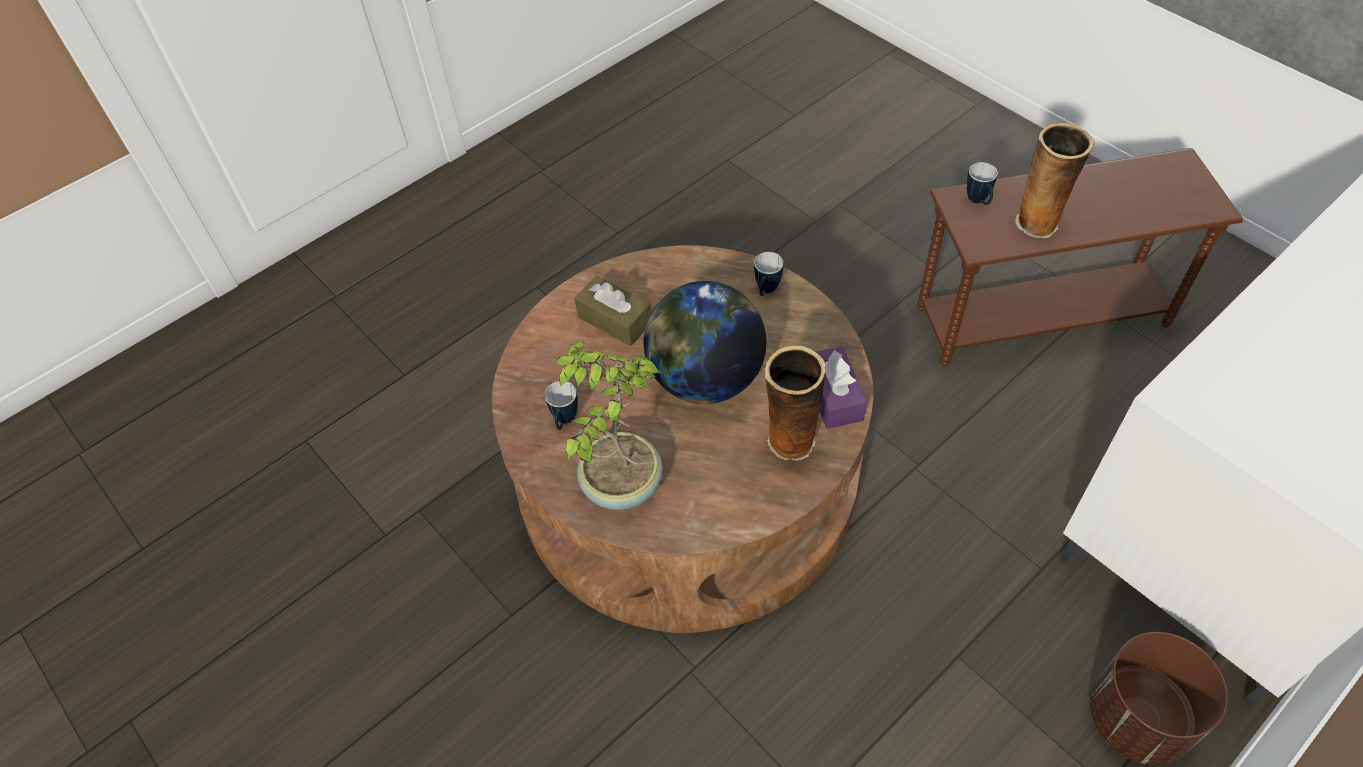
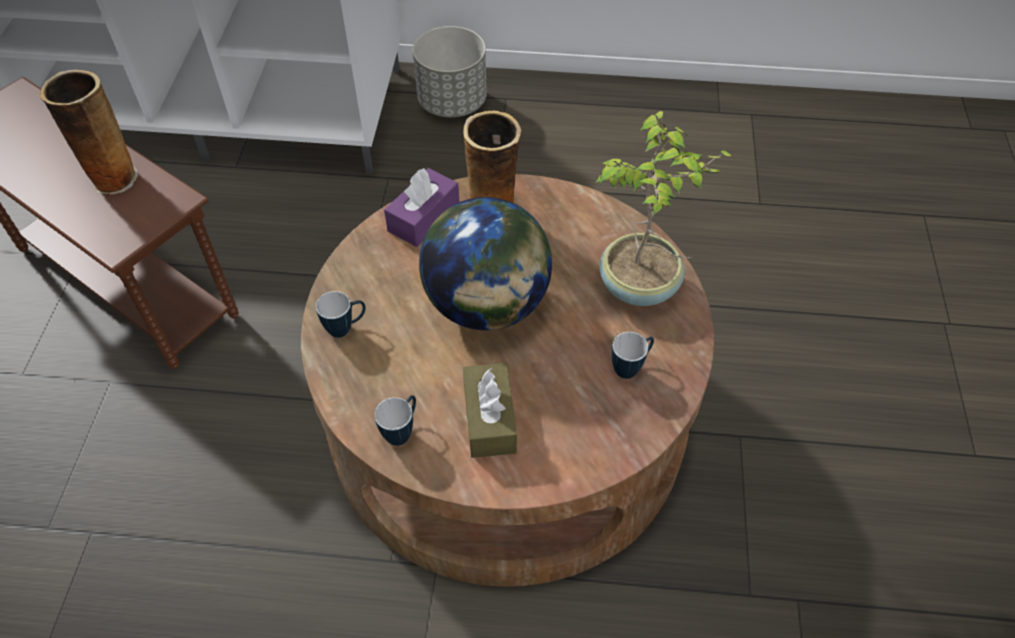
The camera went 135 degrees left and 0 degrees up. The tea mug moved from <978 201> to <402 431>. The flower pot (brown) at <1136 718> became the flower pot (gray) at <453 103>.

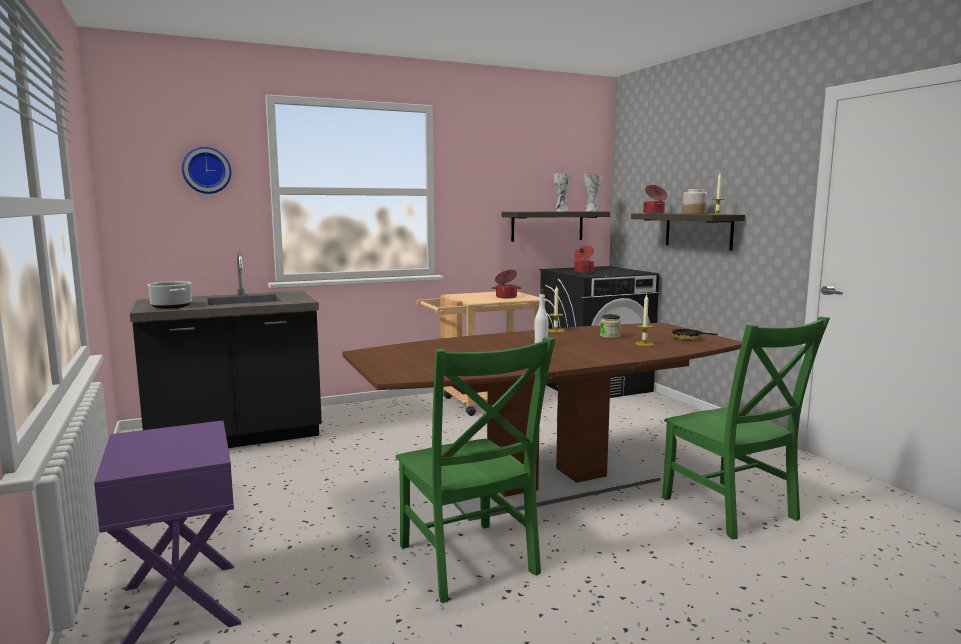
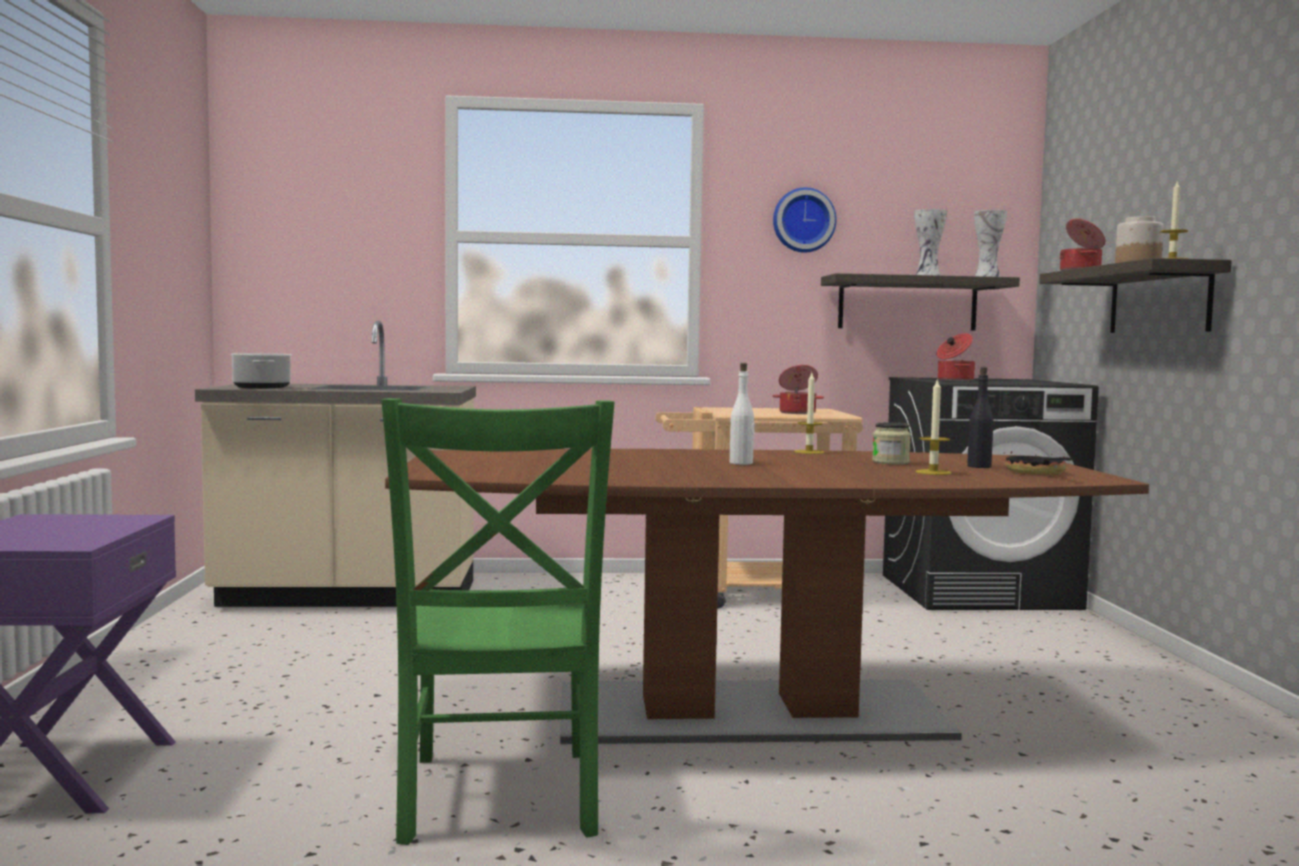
The camera went 20 degrees right and 5 degrees down. The clock on the wall moved from <206 170> to <803 220>. The kitchen counter (black-coloured) at <235 438> became the kitchen counter (sand-coloured) at <348 596>. The plain chair (green) at <732 510> disappeared. The beverage bottle (black-coloured) at <979 466> appeared.

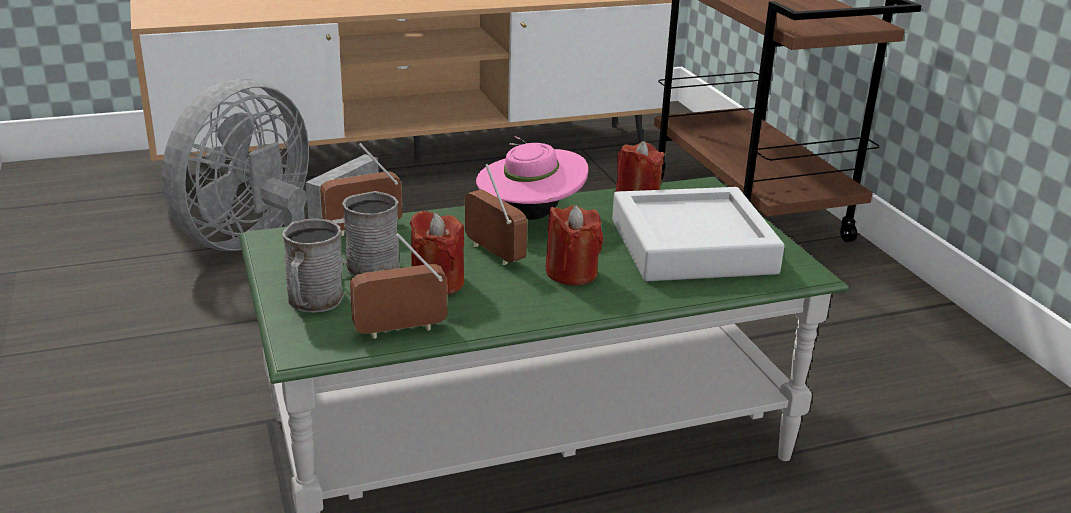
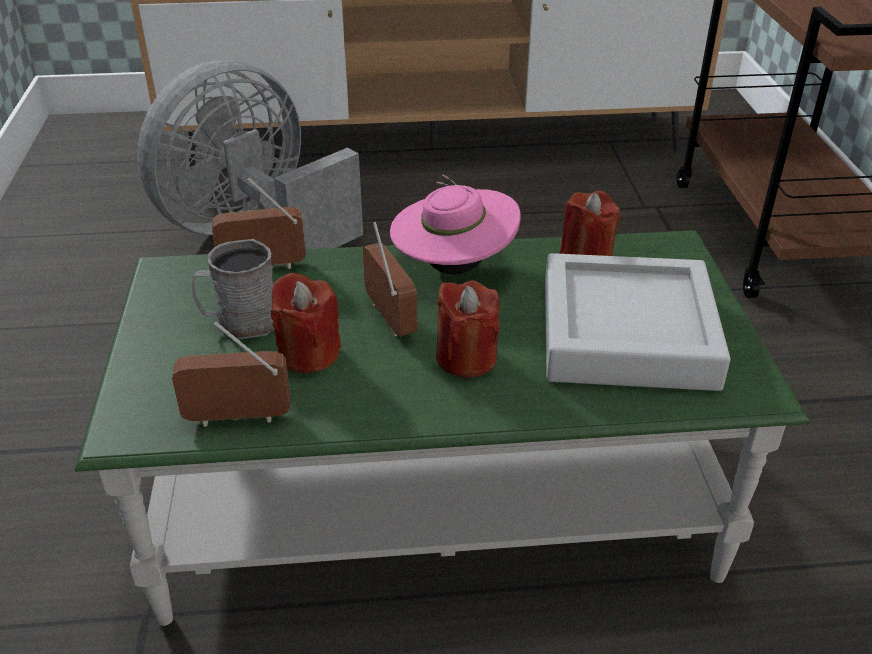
The camera went 15 degrees right and 10 degrees up. The tea mug (gray) at <313 302> disappeared.

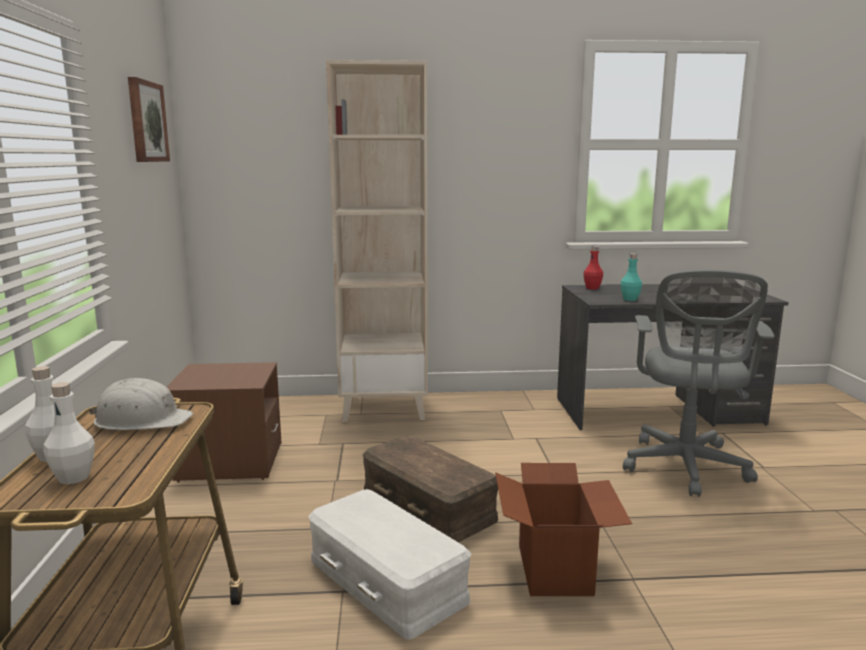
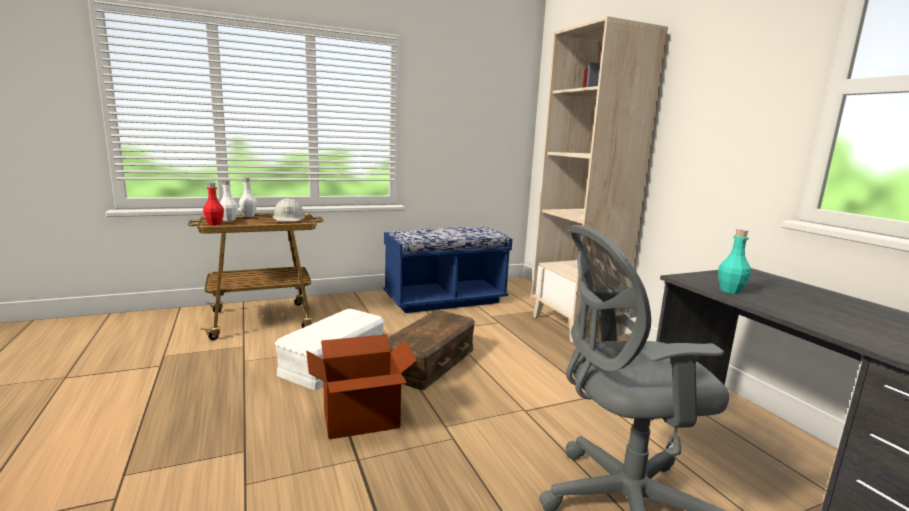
The camera went 70 degrees right and 0 degrees up. The wall picture at <146 122> disappeared. The beverage bottle (reddish) moved from <592 288> to <214 224>. The night table (brown) at <230 462> was replaced by the long seat (blue-coloured) at <445 300>.

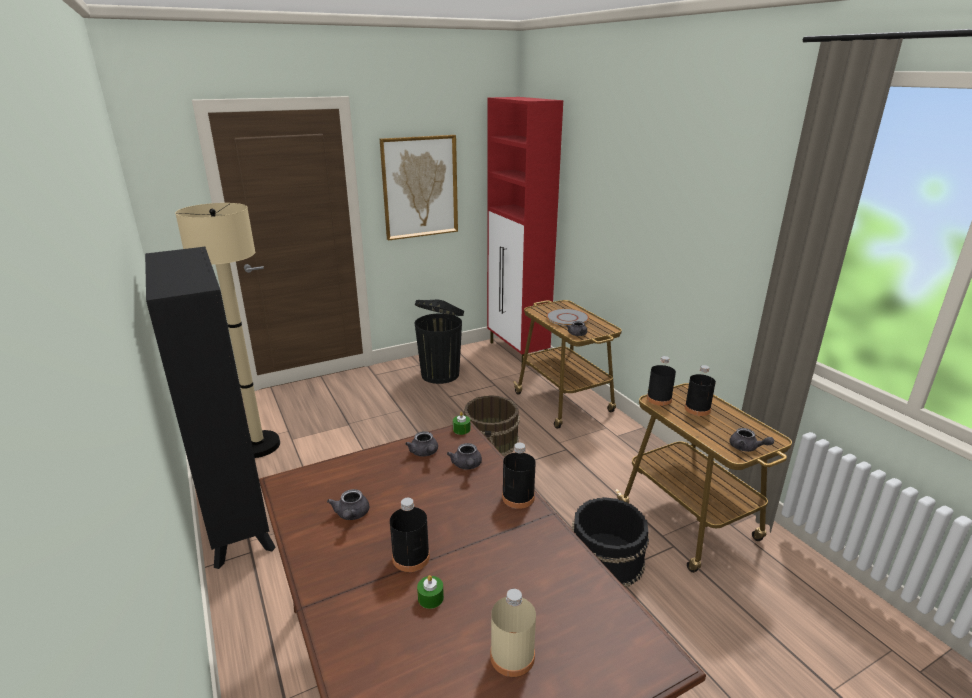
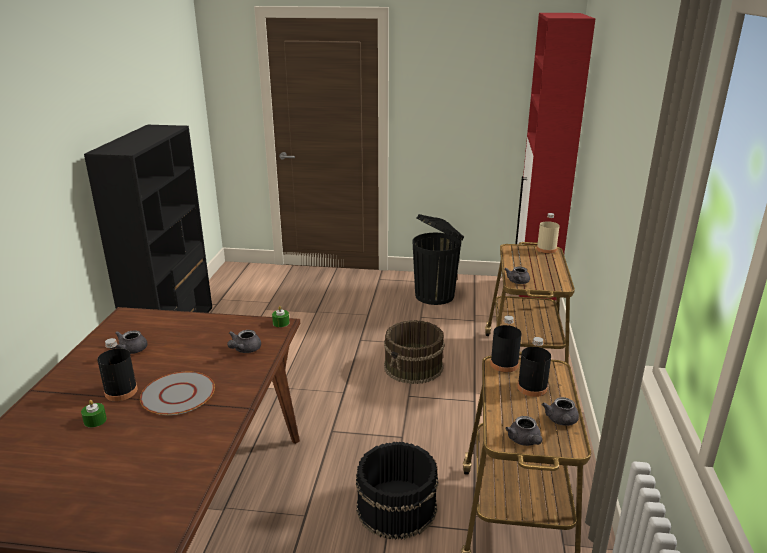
The camera went 35 degrees right and 0 degrees up. The wall picture at <420 187> disappeared. The standing lamp (sand-coloured) at <258 445> disappeared. The plate (gray) moved from <567 318> to <178 395>. The pot for tea (gray) moved from <425 453> to <561 421>. The beverage bottle (black-coloured) at <518 497> disappeared. The beverage bottle (sand-coloured) moved from <512 656> to <546 249>.

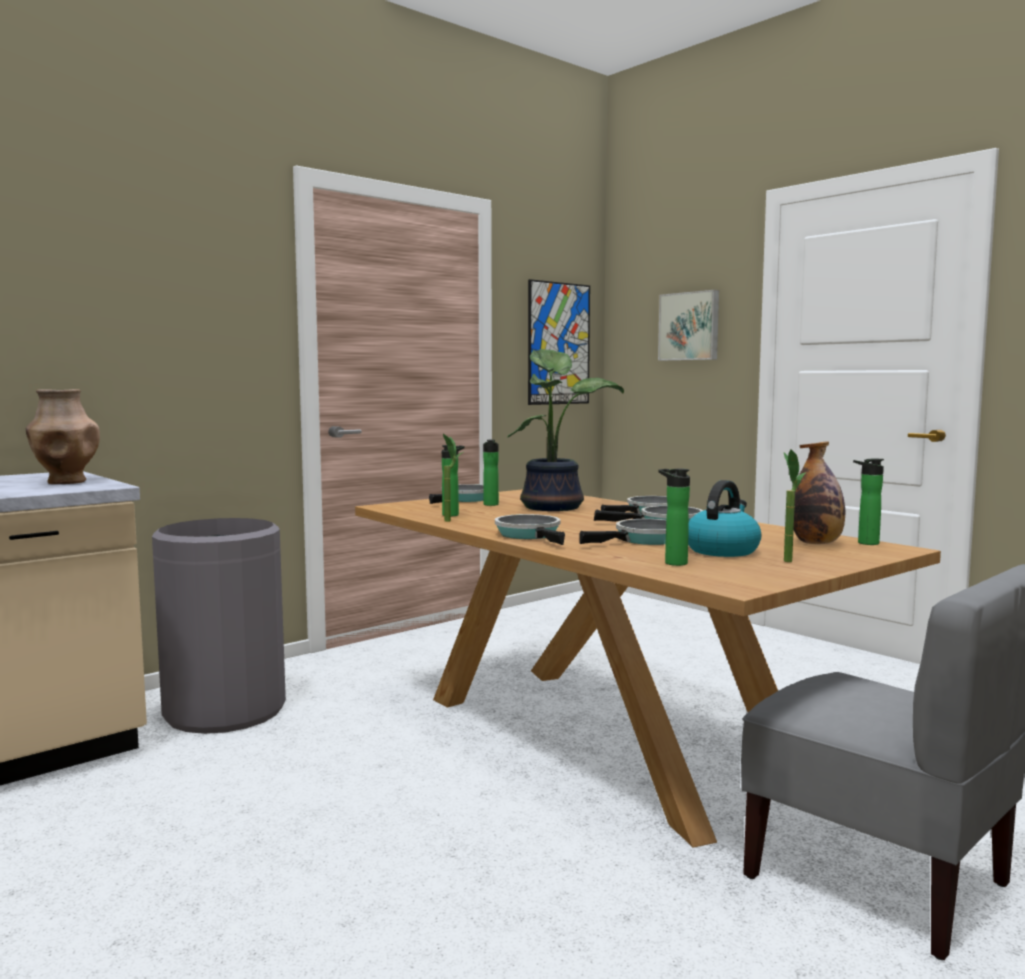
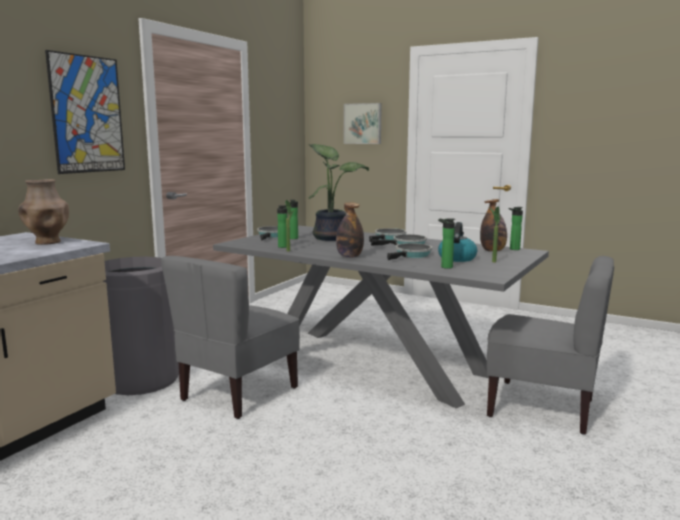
The camera went 20 degrees left and 5 degrees up. The wall picture moved from <559 343> to <87 114>. The kitchen table (brown) at <603 739> became the kitchen table (gray) at <375 364>. The frying pan at <530 535> was replaced by the beverage bottle at <349 256>. The plain chair (gray) at <238 393> appeared.

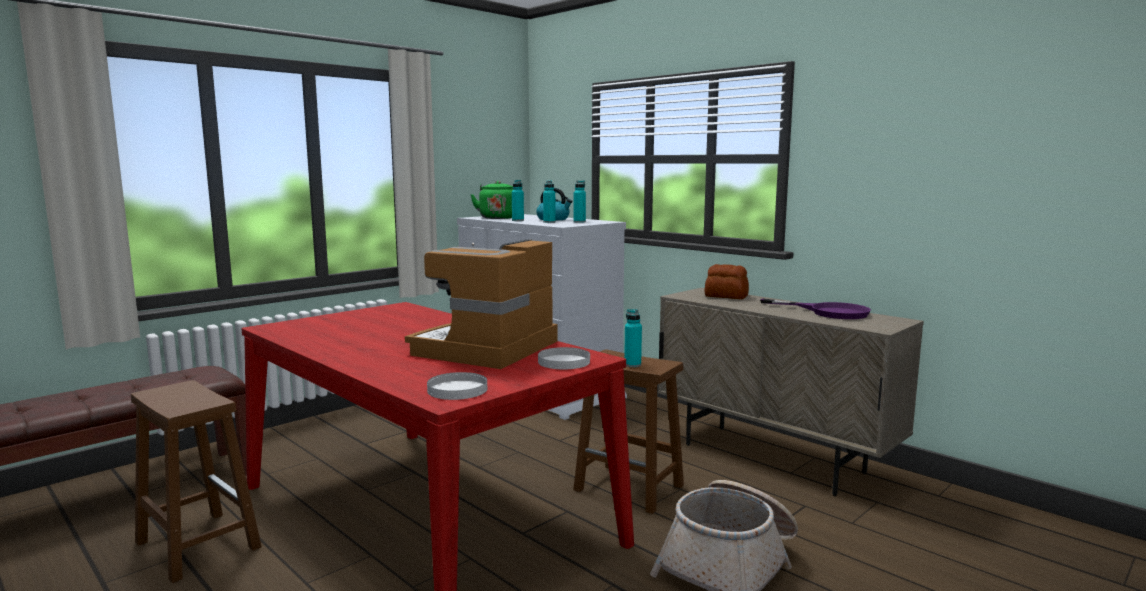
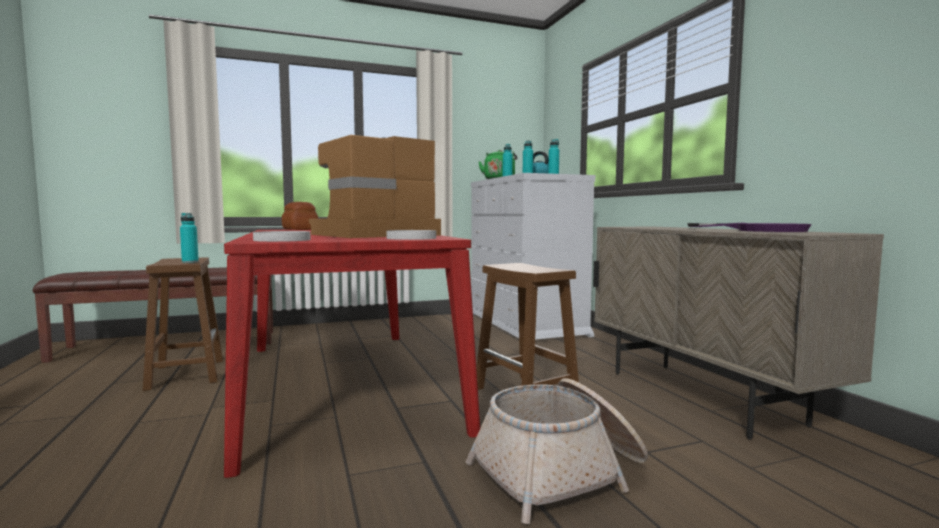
The camera went 25 degrees right and 5 degrees down. The bakery bread moved from <726 296> to <300 229>. The beverage bottle (turquoise) moved from <632 365> to <190 262>.

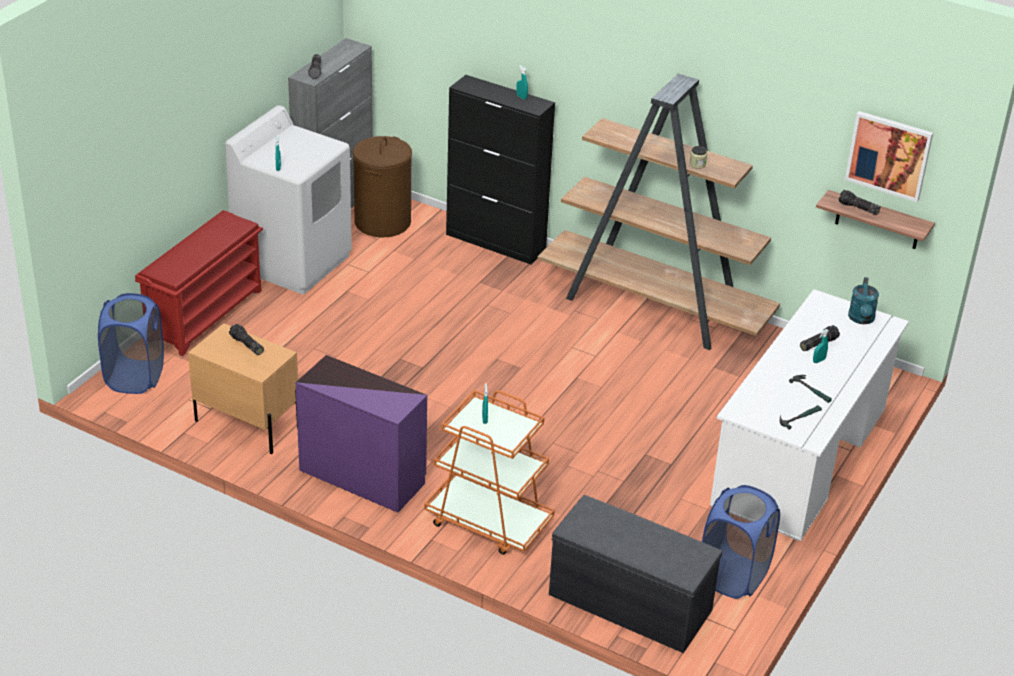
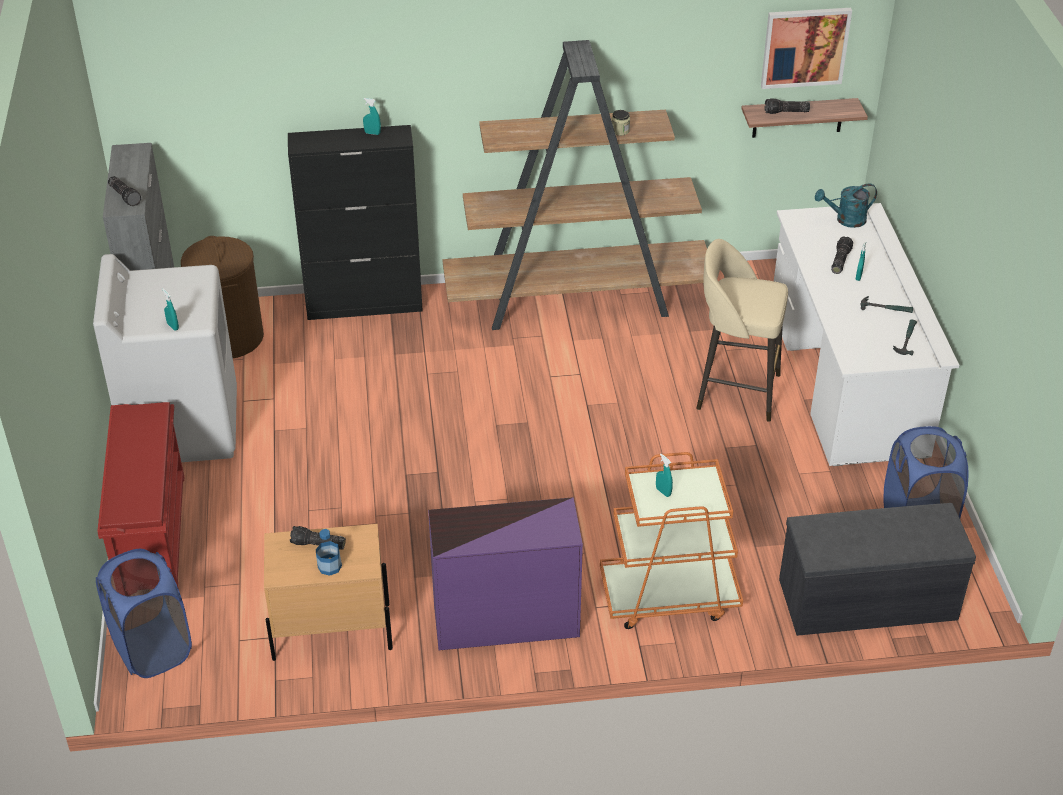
The camera went 35 degrees left and 5 degrees up. The watering can (turquoise) at <861 319> turned 105 degrees clockwise. The stool (sand-coloured) at <735 391> appeared. The beverage bottle at <329 566> appeared.

